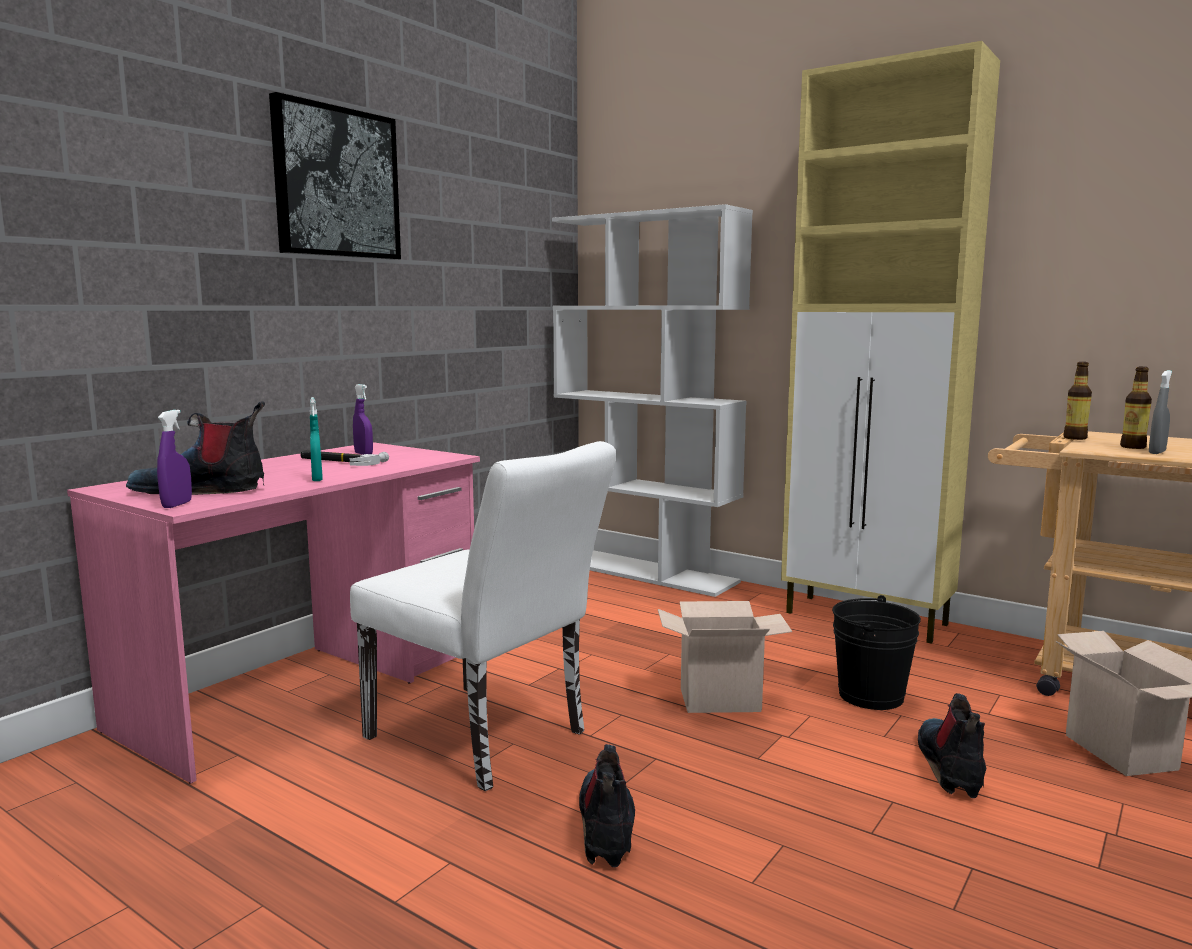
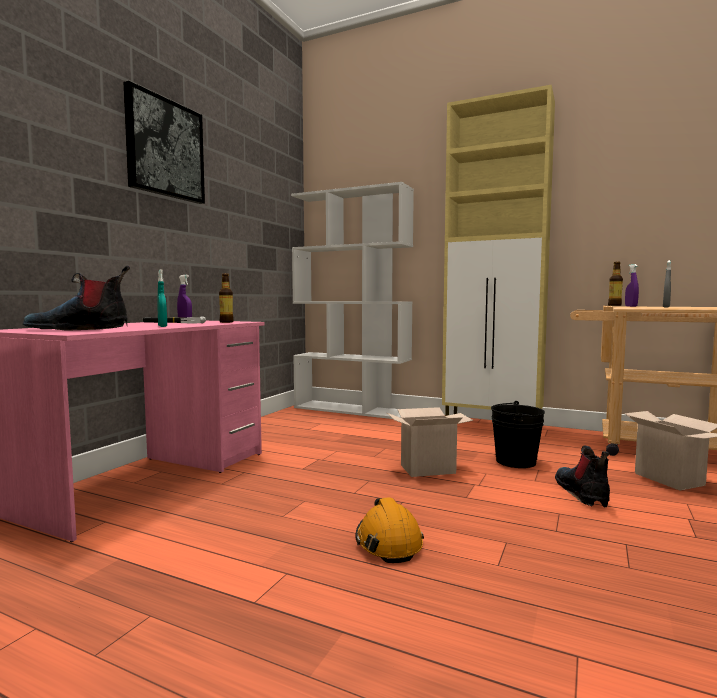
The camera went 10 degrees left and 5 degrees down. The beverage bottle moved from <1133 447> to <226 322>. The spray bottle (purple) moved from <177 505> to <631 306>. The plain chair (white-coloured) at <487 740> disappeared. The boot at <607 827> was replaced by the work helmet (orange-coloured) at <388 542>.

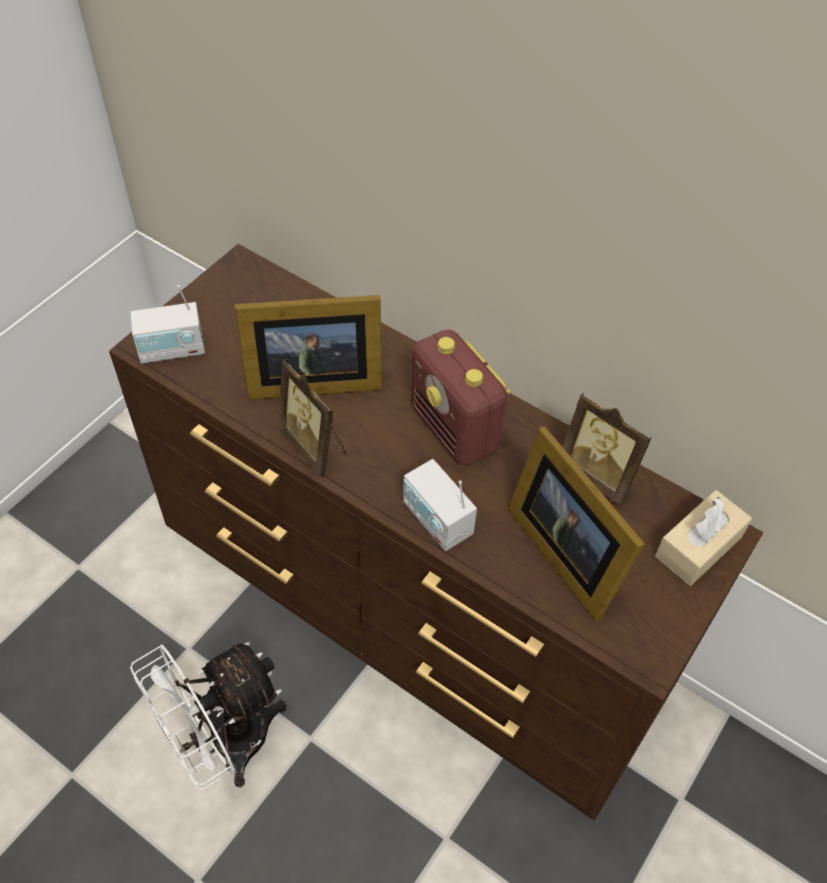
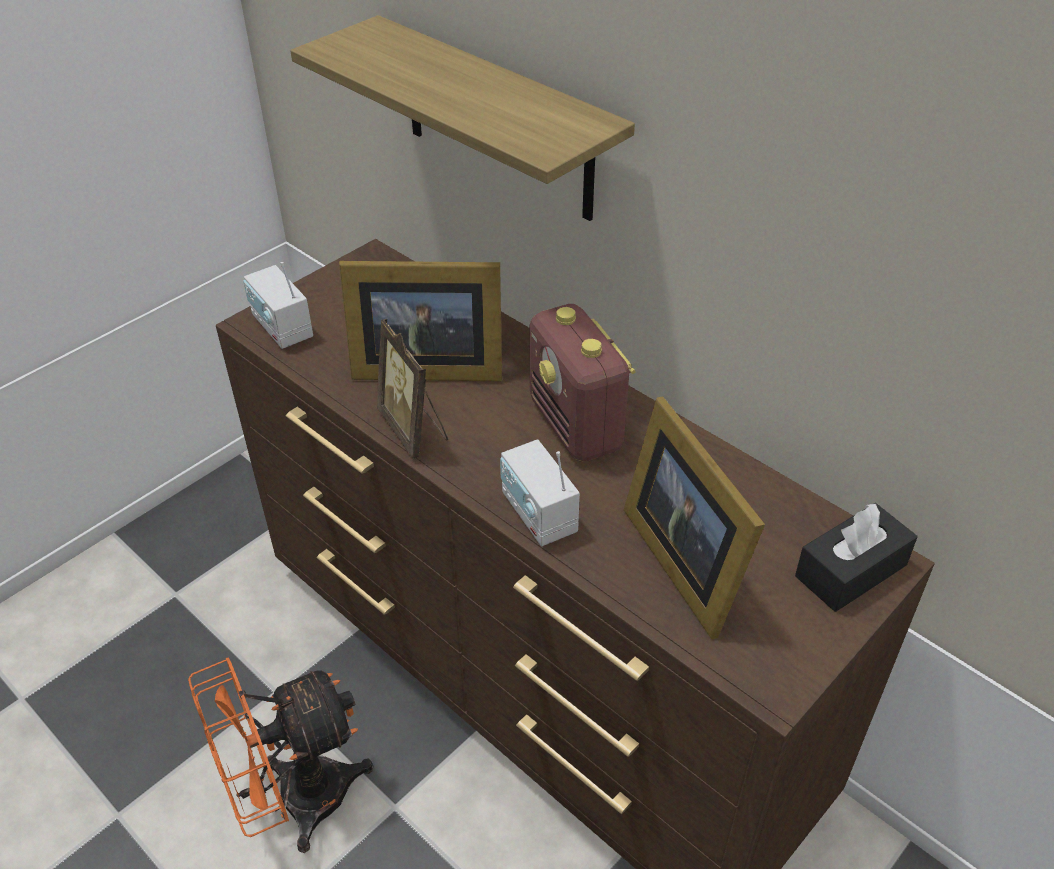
The camera went 10 degrees right and 10 degrees down. The radio set at <172 350> turned 60 degrees clockwise. The standing frame at <598 475> disappeared. The tissue holder (sand-coloured) at <698 546> became the tissue holder (black-coloured) at <851 570>. The cooling fan (white-coloured) at <224 744> became the cooling fan (orange-coloured) at <295 801>. The wall shelf at <497 120> appeared.

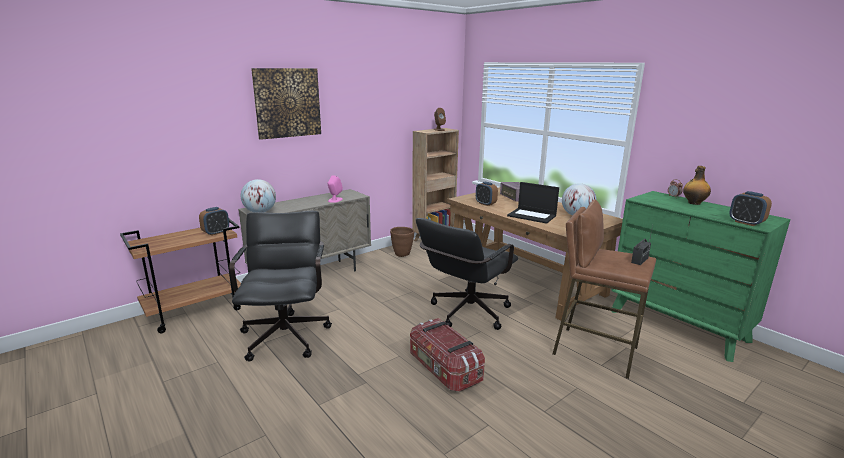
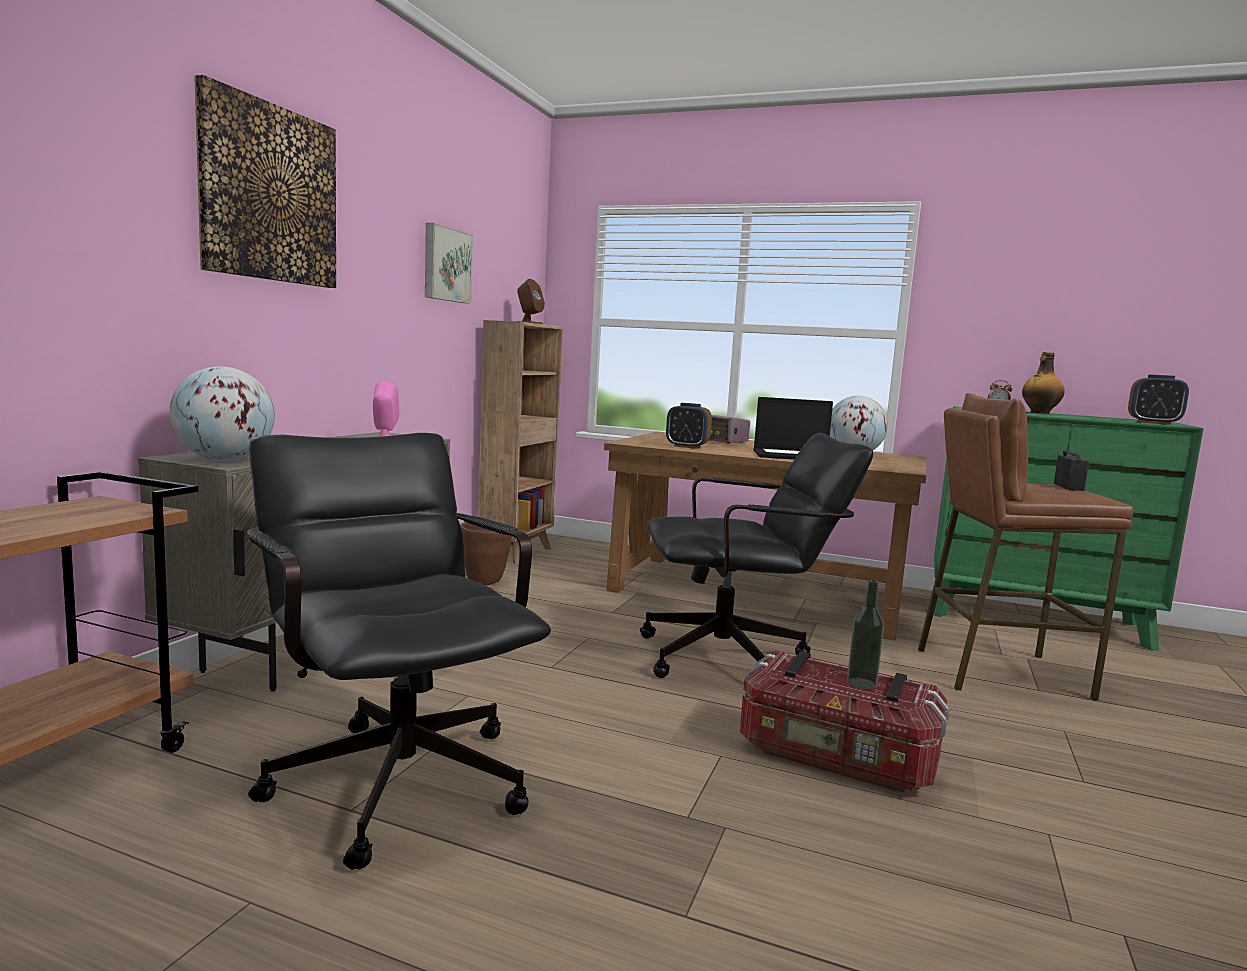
The camera went 30 degrees left and 10 degrees down. The table clock at <216 233> disappeared. The office chair (black-coloured) at <465 314> turned 105 degrees counterclockwise. The wall picture at <445 264> appeared. The beverage bottle at <861 683> appeared.

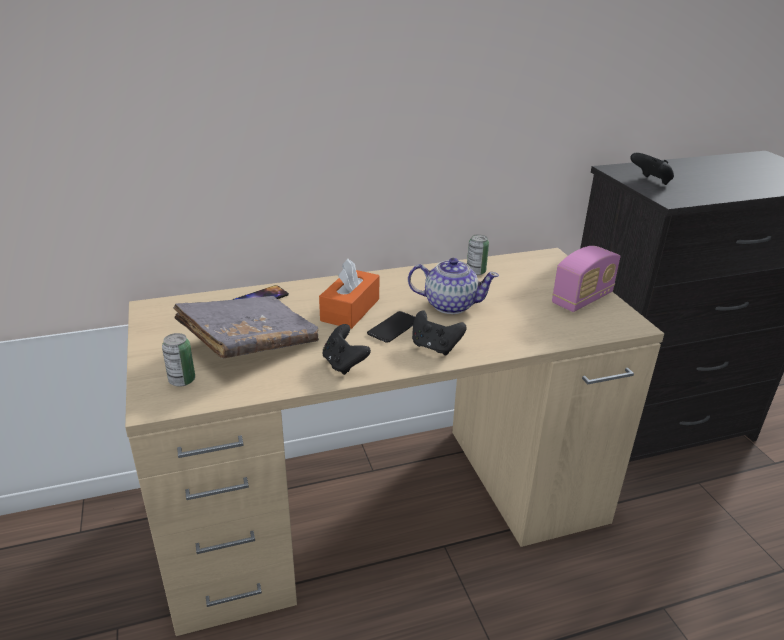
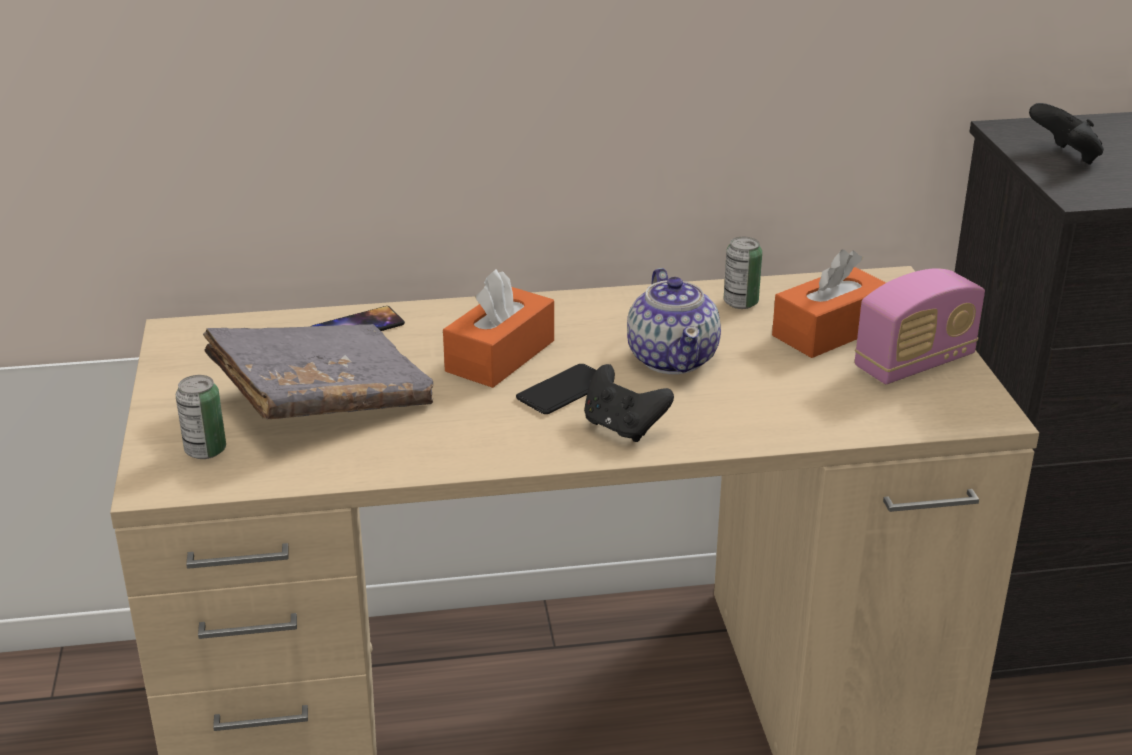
The camera went 10 degrees right and 0 degrees up. The pot for tea at <449 305> turned 60 degrees clockwise. The game controller (black-coloured) at <344 364> disappeared. The tissue holder (orange-coloured) at <829 331> appeared.

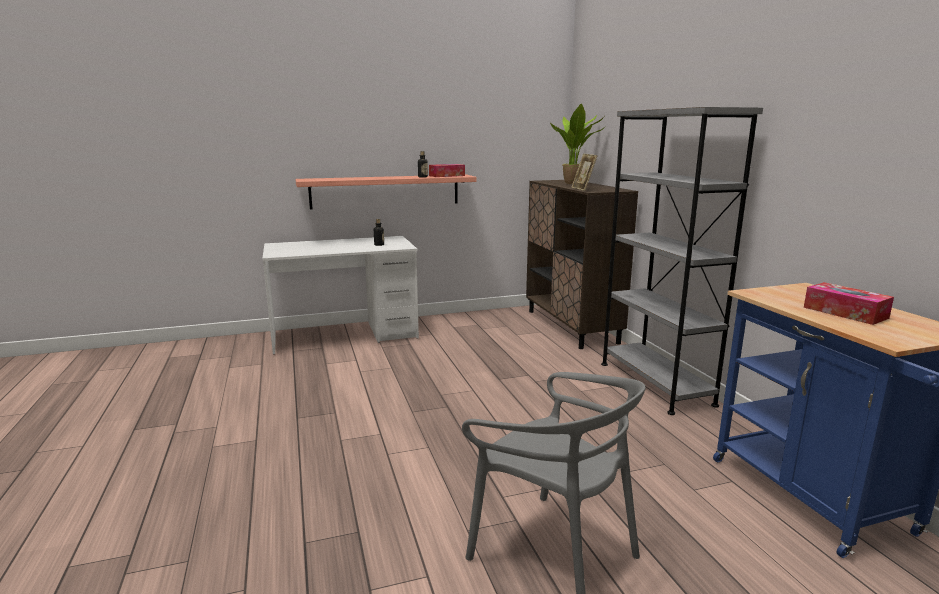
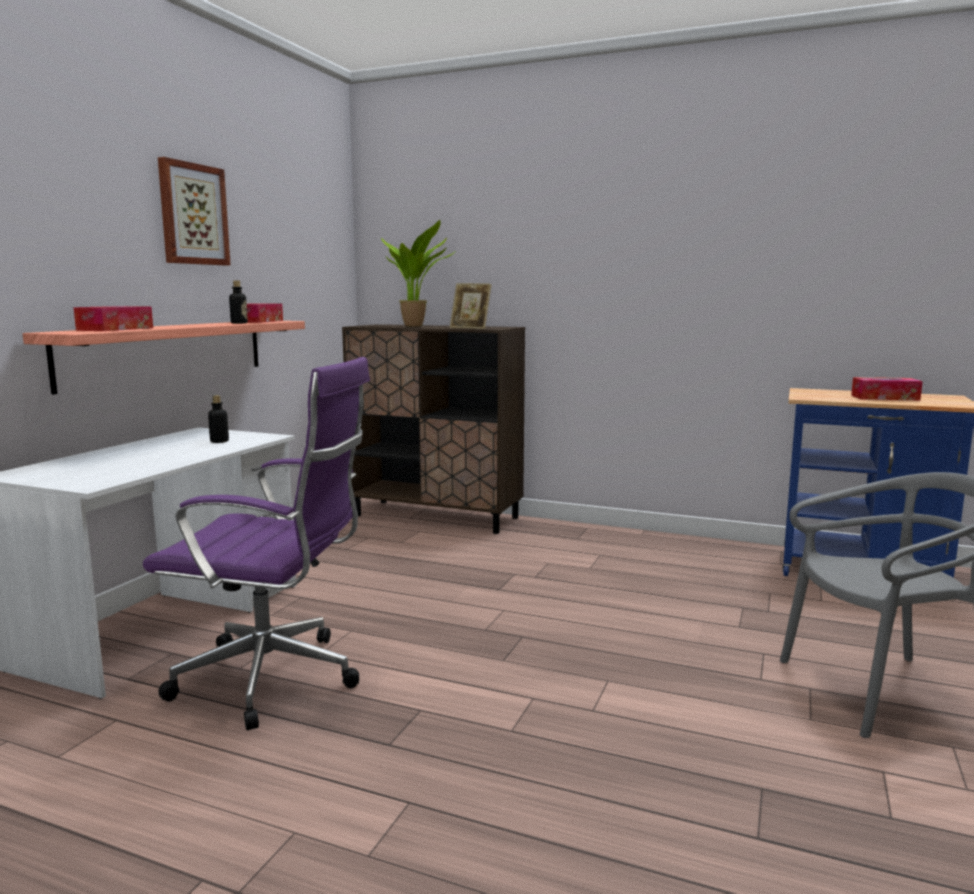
The camera went 50 degrees left and 5 degrees down. The bookcase (gray) at <655 383> disappeared. The wall picture at <193 214> appeared. The tissue holder at <115 329> appeared. The office chair (purple) at <276 679> appeared.

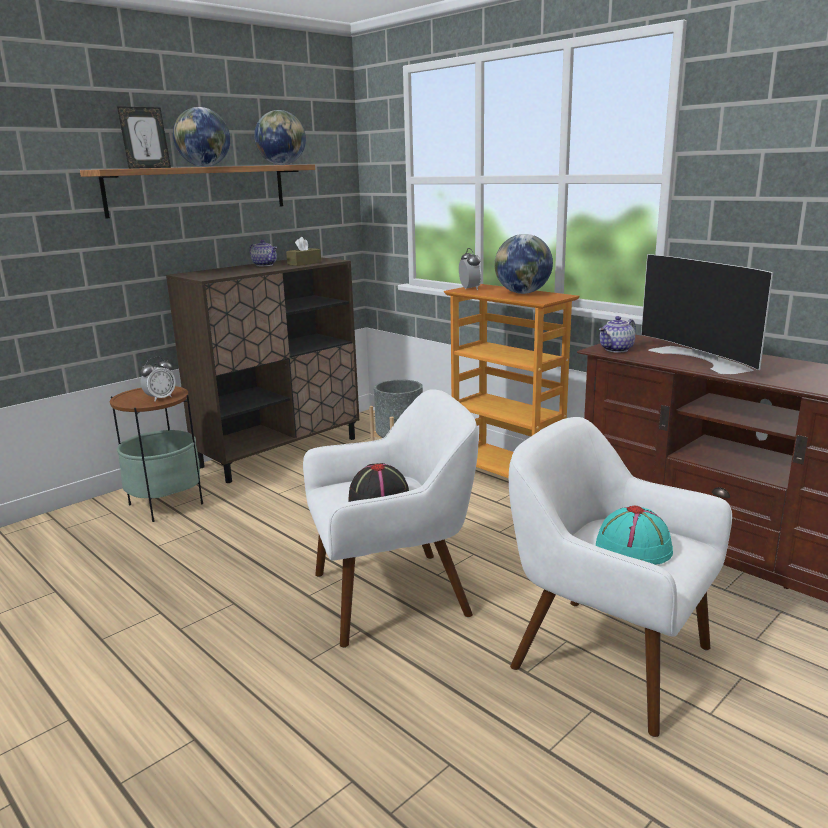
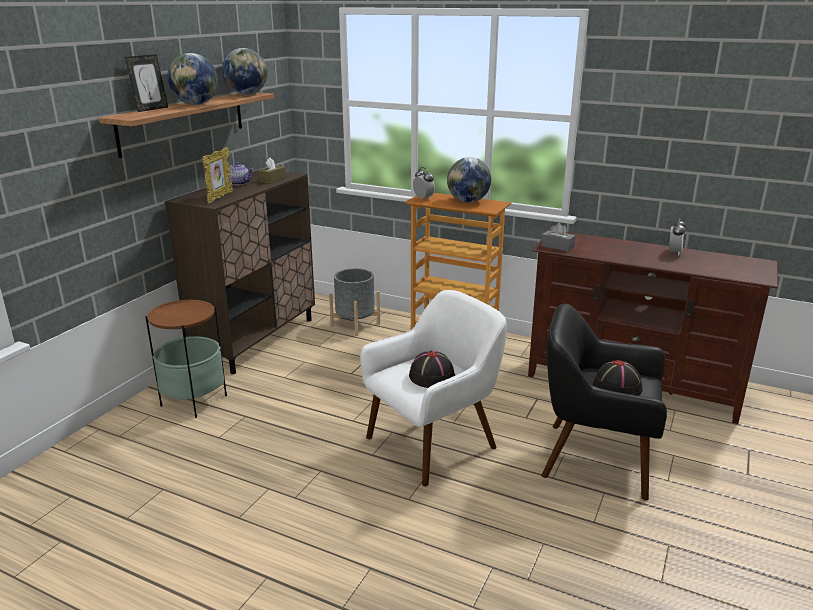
The camera went 20 degrees left and 5 degrees up. The TV at <702 358> disappeared. The pot for tea at <617 350> was replaced by the tissue holder (gray) at <557 246>. The table clock moved from <160 398> to <674 252>. The lounge chair (white-coloured) at <607 658> became the lounge chair (black-coloured) at <594 459>. The wearable hat (turquoise) at <634 548> became the wearable hat (black-coloured) at <617 387>. The standing frame at <220 197> appeared.

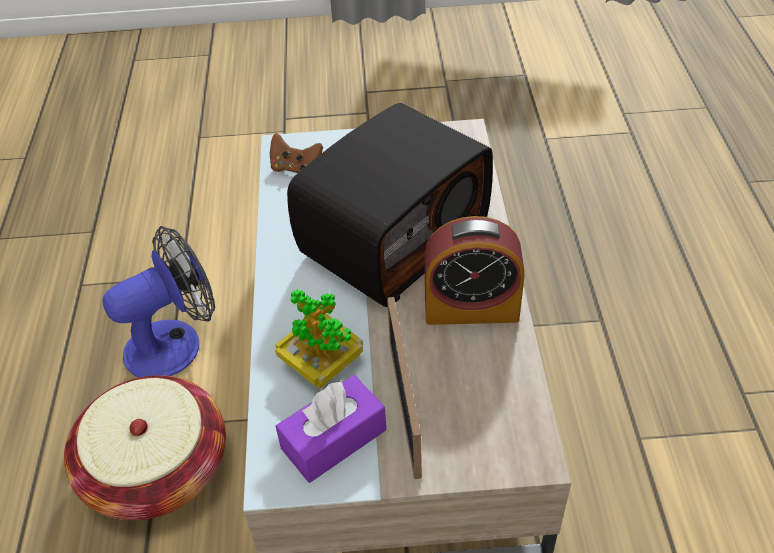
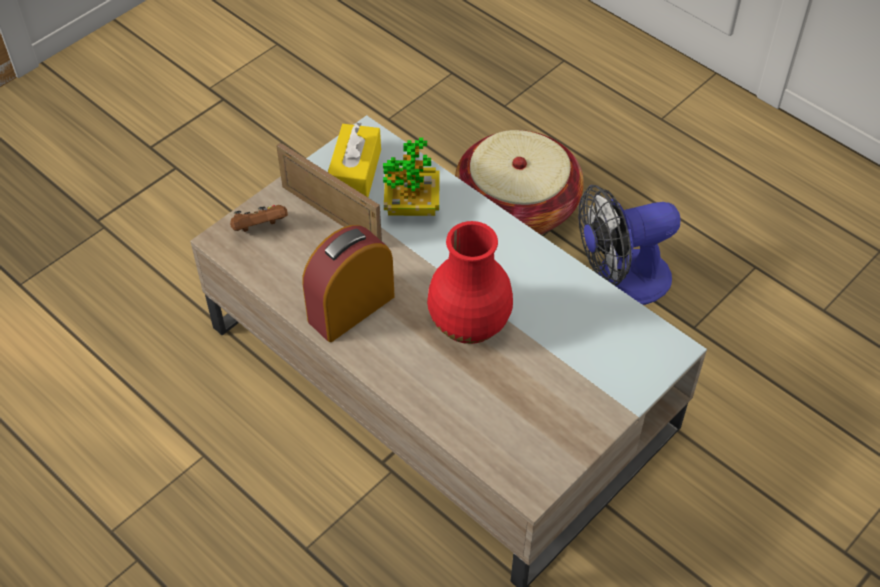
The camera went 135 degrees right and 5 degrees up. The radio set at <392 238> was replaced by the decorative vase (reddish) at <470 325>. The game controller (brown) moved from <296 168> to <259 228>. The cooling fan at <175 342> turned 60 degrees clockwise. The tissue holder (purple) at <334 439> became the tissue holder (yellow) at <355 173>.

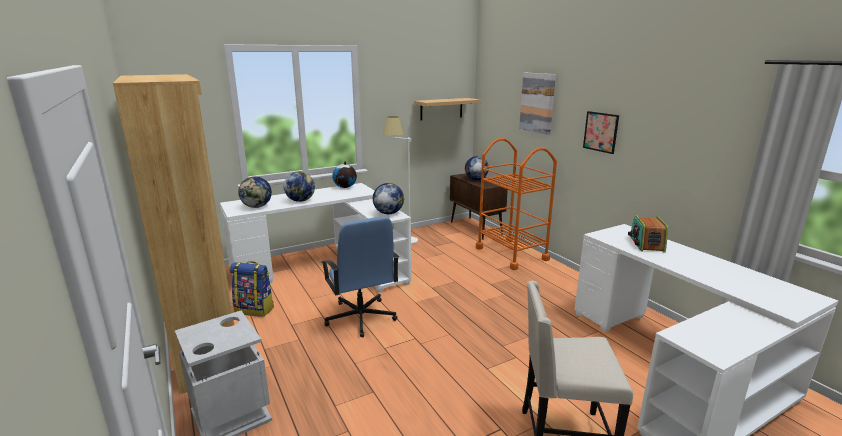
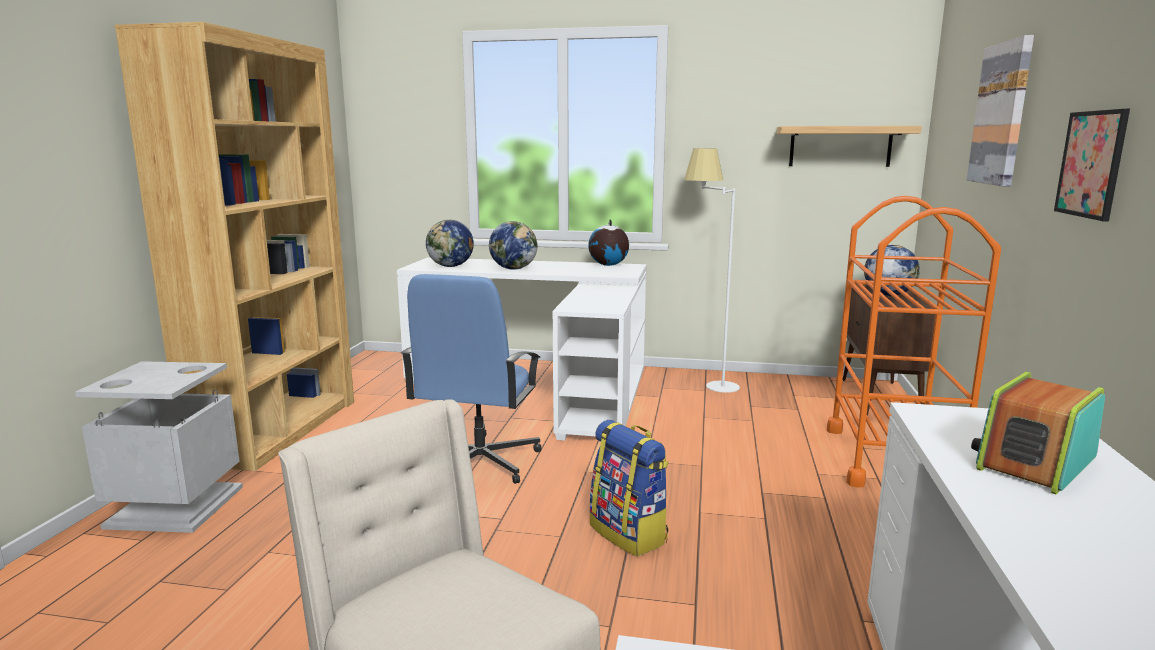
The camera went 40 degrees right and 5 degrees down. The globe at <388 213> disappeared. The rucksack moved from <255 309> to <629 534>.

